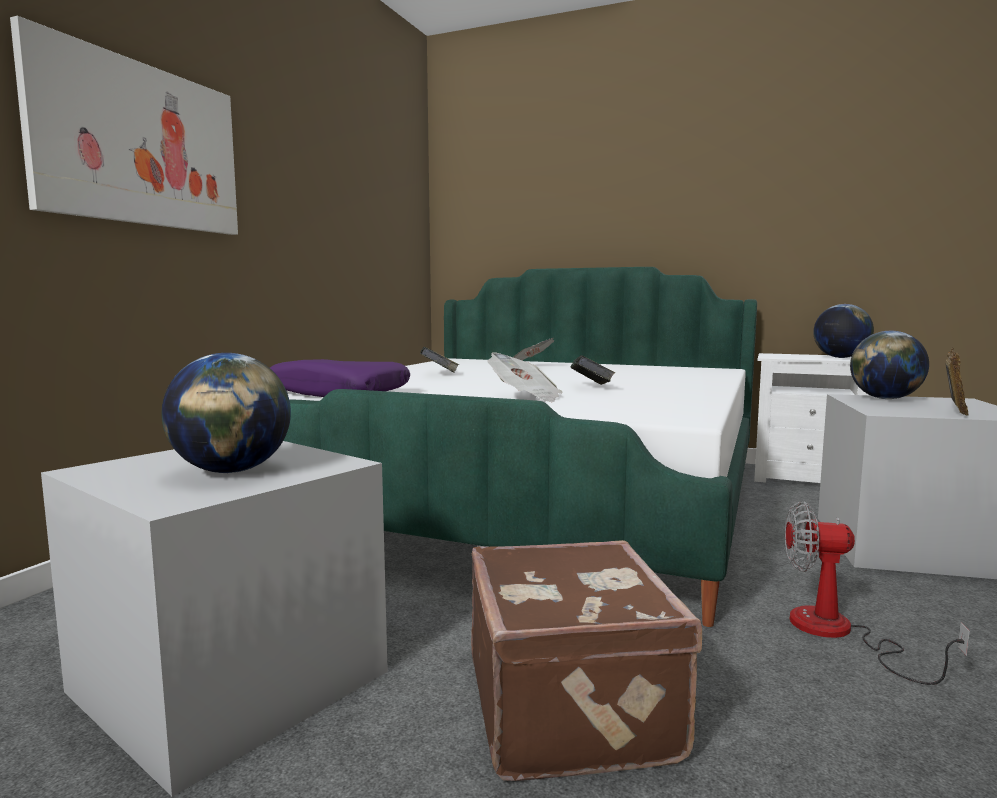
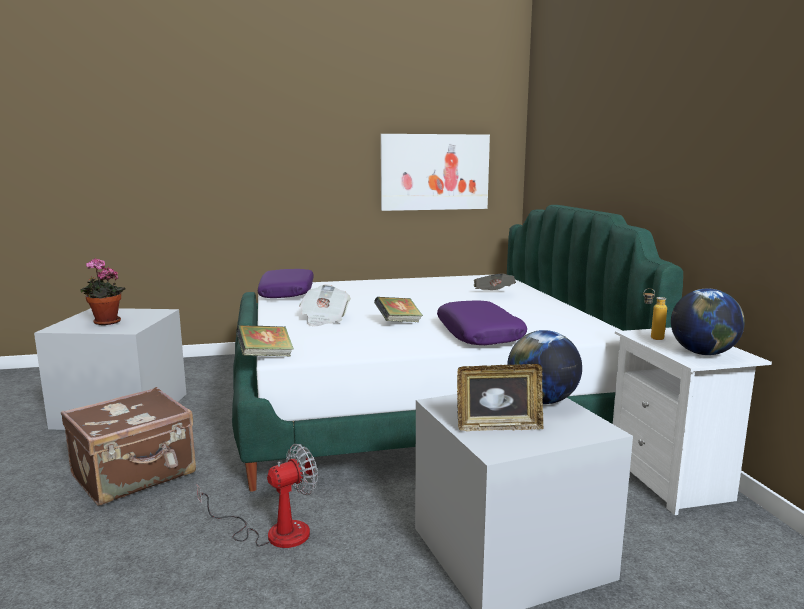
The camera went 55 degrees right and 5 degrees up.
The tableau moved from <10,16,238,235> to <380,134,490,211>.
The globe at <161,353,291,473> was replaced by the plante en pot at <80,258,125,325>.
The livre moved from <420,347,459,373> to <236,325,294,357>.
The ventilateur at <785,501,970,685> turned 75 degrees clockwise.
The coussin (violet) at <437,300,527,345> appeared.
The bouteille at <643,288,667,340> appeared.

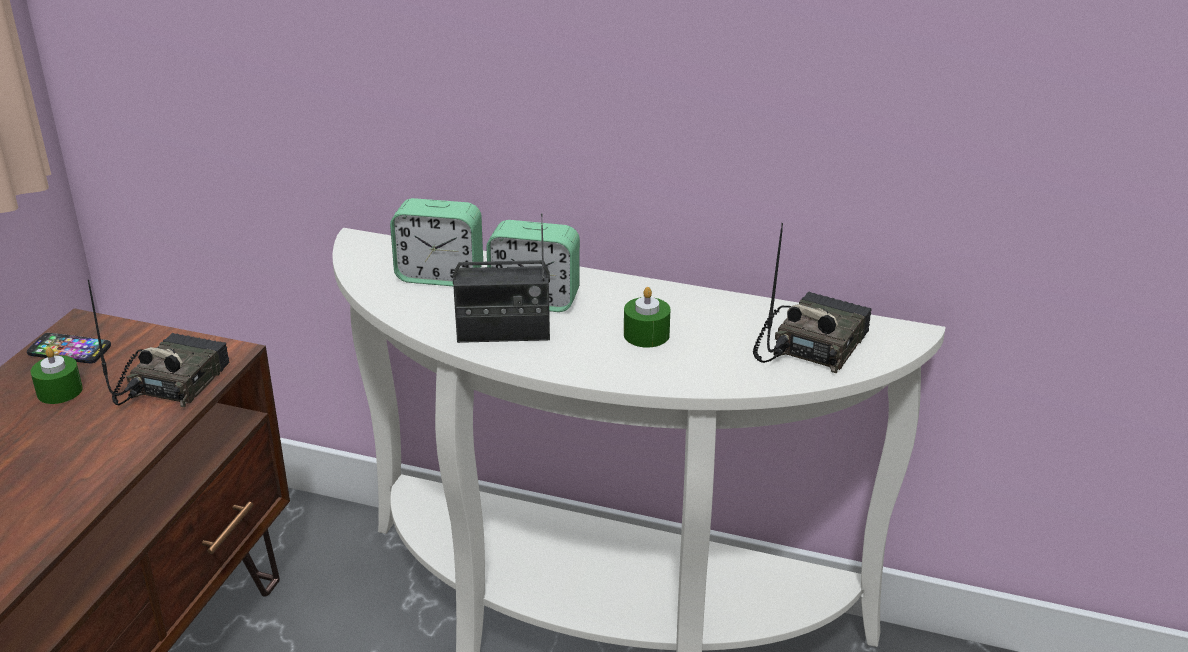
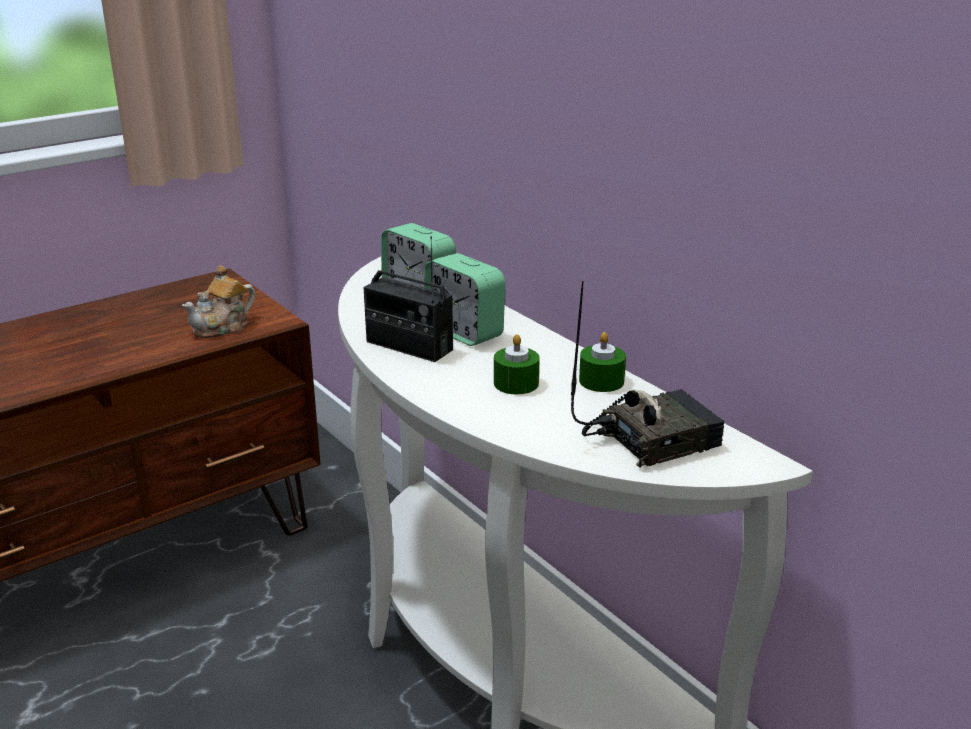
The camera went 35 degrees right and 5 degrees down.
The téléphone at <27,333,111,363> disappeared.
The bougie (vert) moved from <30,347,83,404> to <579,332,626,392>.
The radio at <88,279,230,407> was replaced by the théière at <182,265,255,338>.

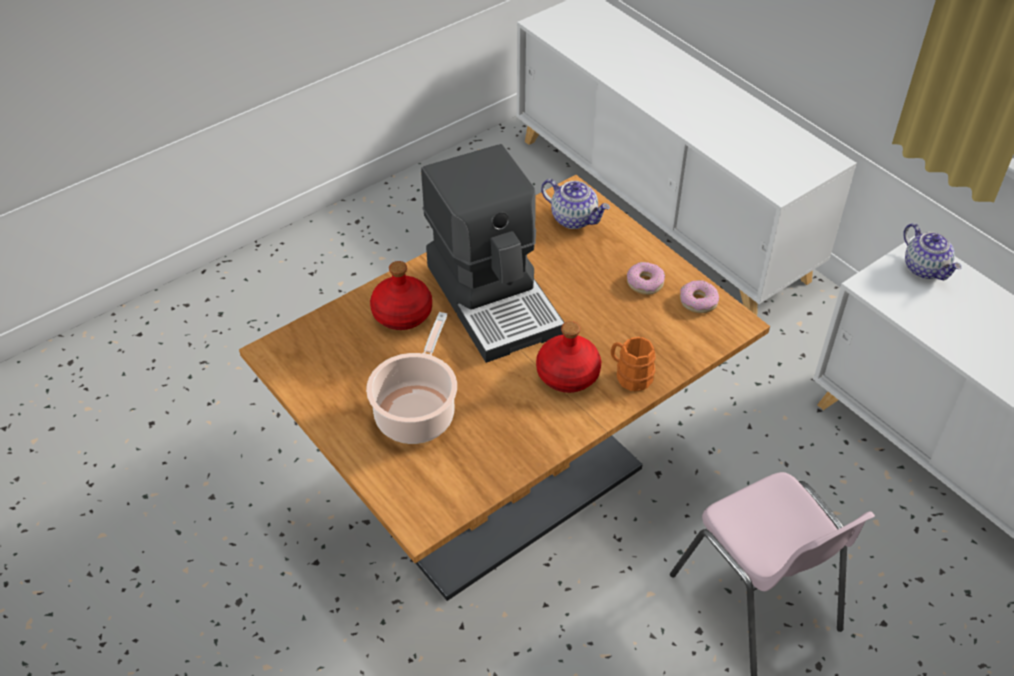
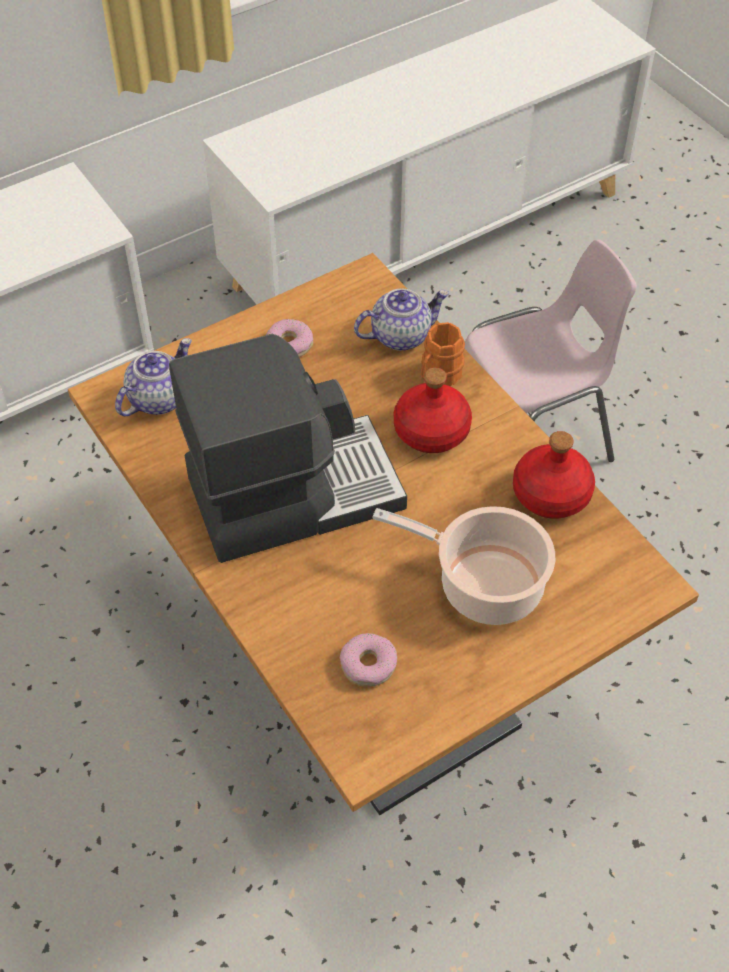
The camera went 85 degrees left and 5 degrees up.
The bouteille (rouge) moved from <370,261,432,330> to <513,431,595,519>.
The beignet moved from <680,280,719,313> to <340,633,397,687>.
The théière moved from <903,223,962,280> to <354,288,449,351>.

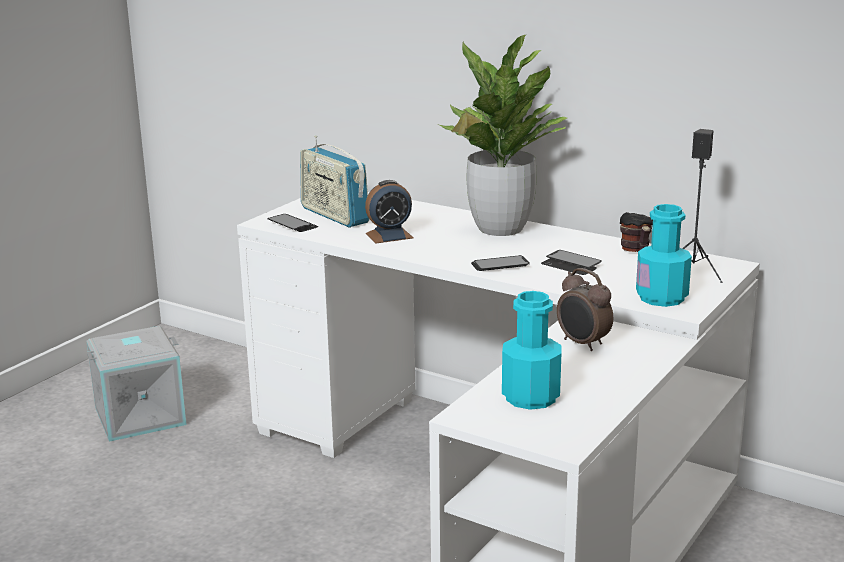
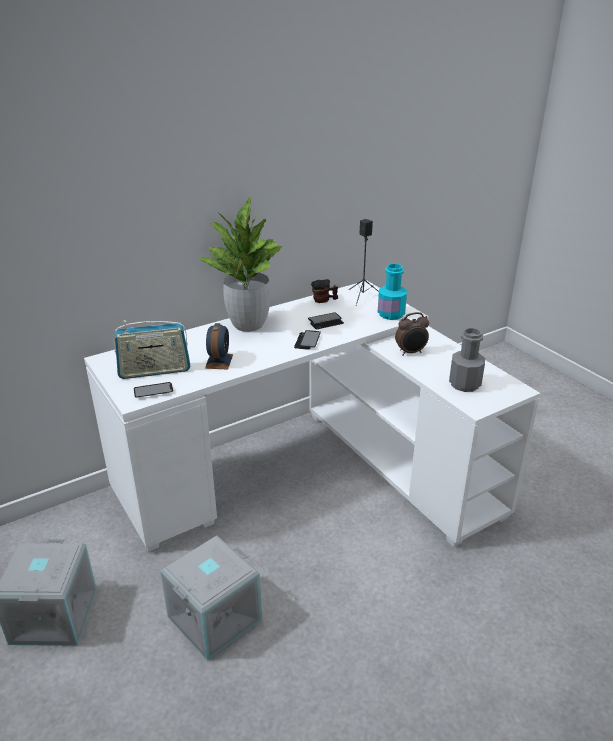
The camera went 65 degrees left and 10 degrees up.
The bouteille (turquoise) at <502,291,561,410> became the bouteille (gris) at <449,328,485,392>.
The boîte de rangement (gris) at <160,535,262,660> appeared.

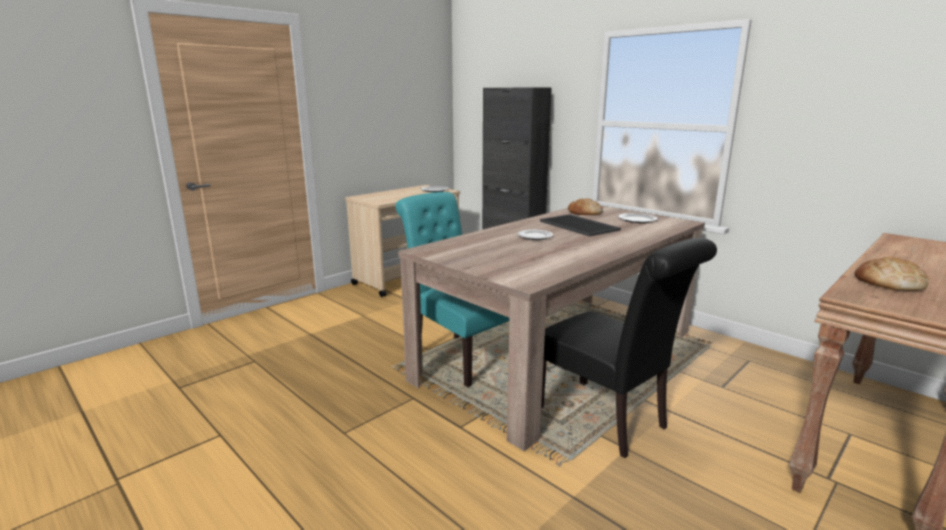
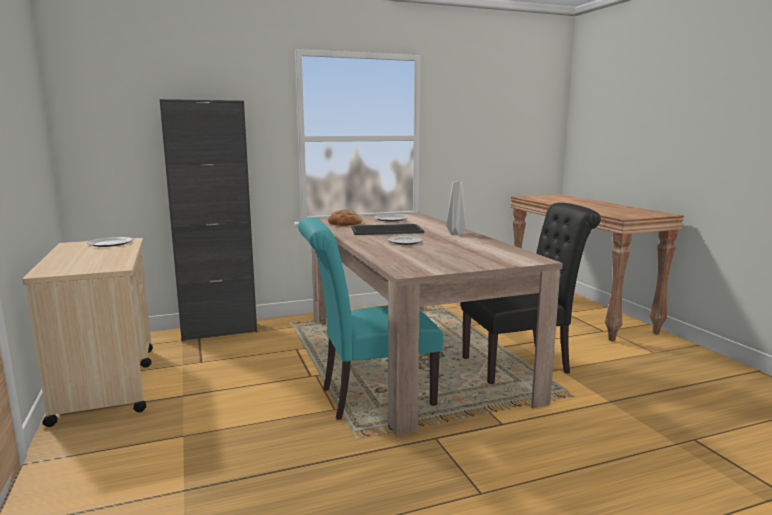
The camera went 65 degrees left and 5 degrees down.
The pain at <854,257,929,291> disappeared.
The vase (gris) at <446,182,466,235> appeared.

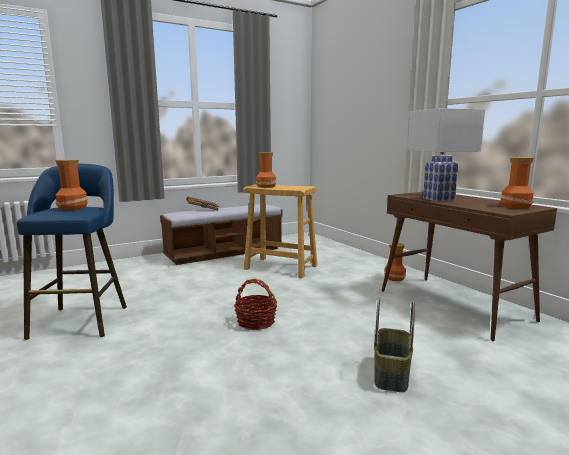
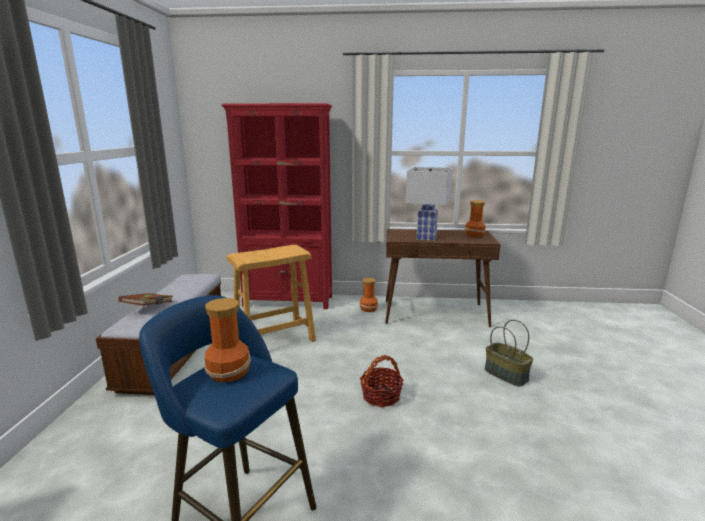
The camera went 55 degrees left and 5 degrees up.
The vase at <256,152,277,188> disappeared.
The bibliothèque (rouge) at <222,103,332,309> appeared.

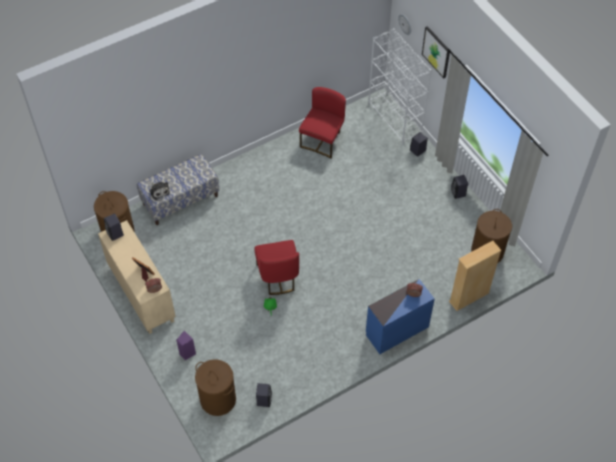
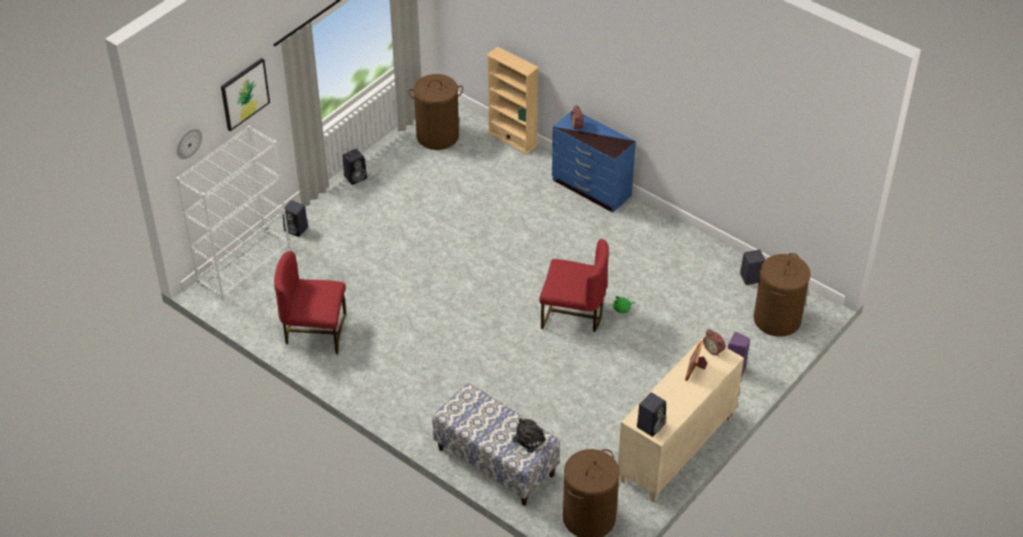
The camera went 110 degrees left and 10 degrees down.
The chaise (rouge) at <254,240,299,295> turned 45 degrees clockwise.

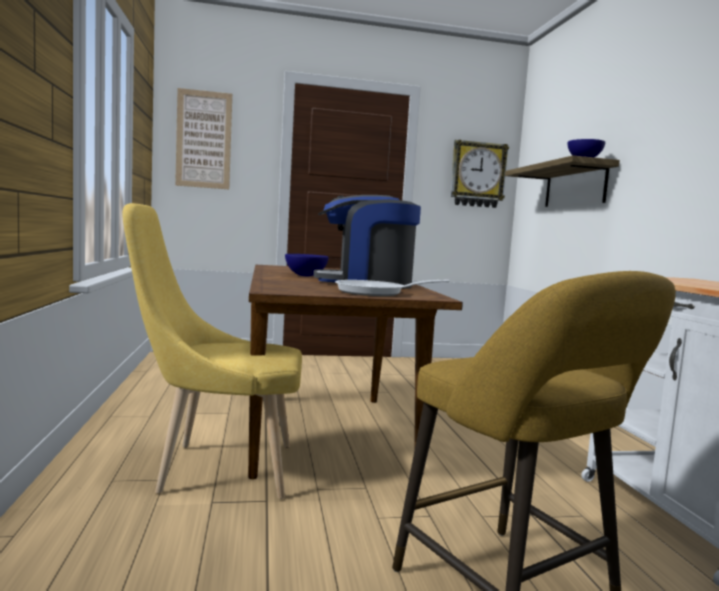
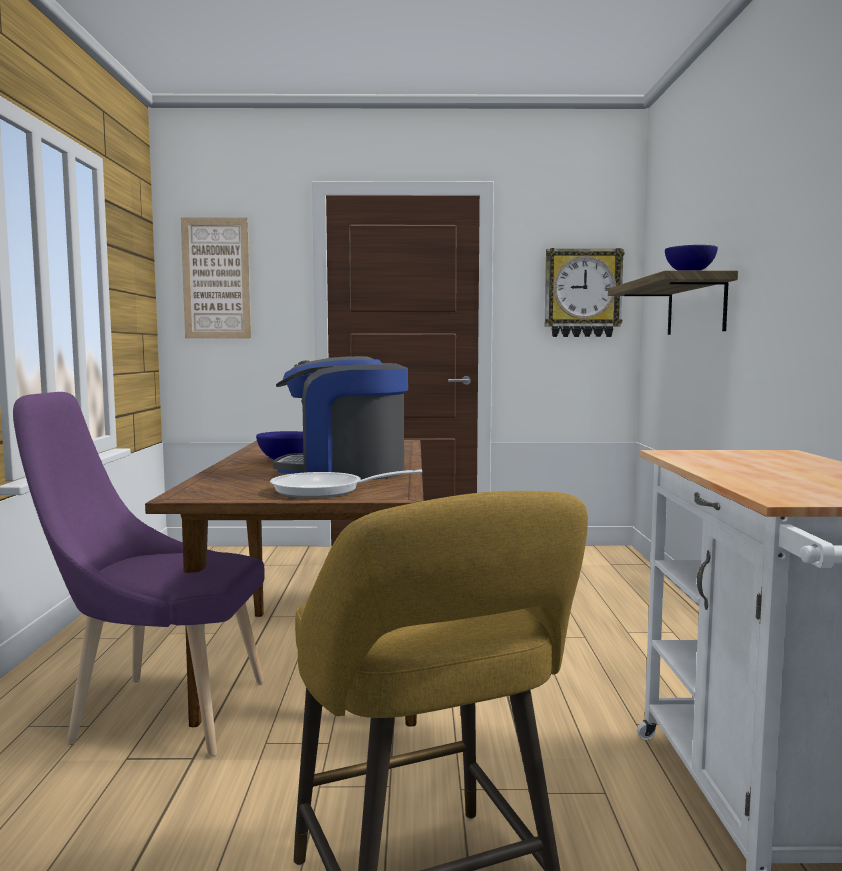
The camera went 10 degrees right and 0 degrees up.
The chaise (jaune) at <123,203,302,499> became the chaise (violet) at <13,392,265,756>.

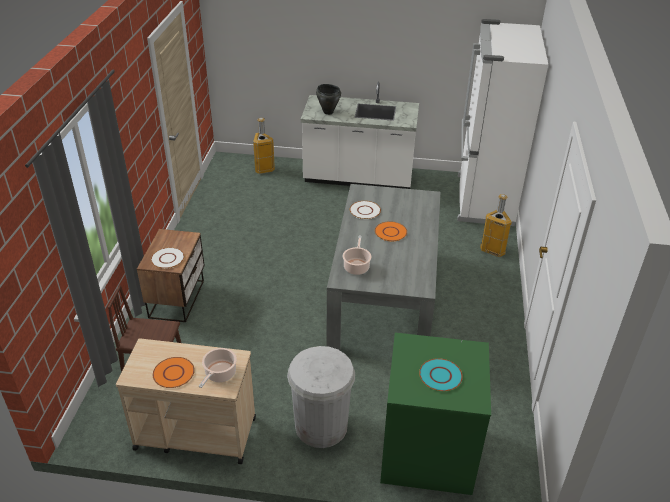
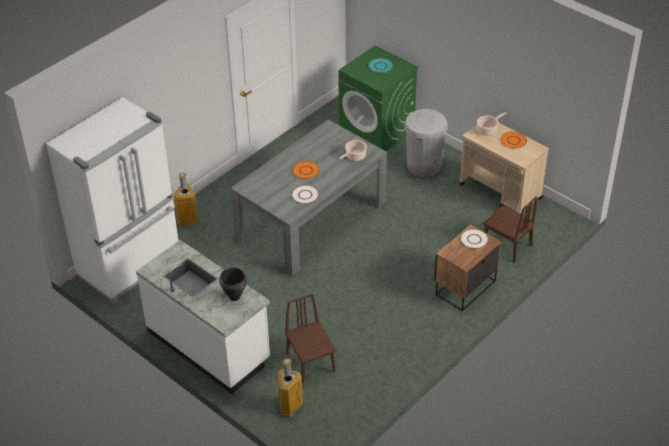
The camera went 145 degrees left and 5 degrees up.
The chaise (marron) at <285,293,336,383> appeared.

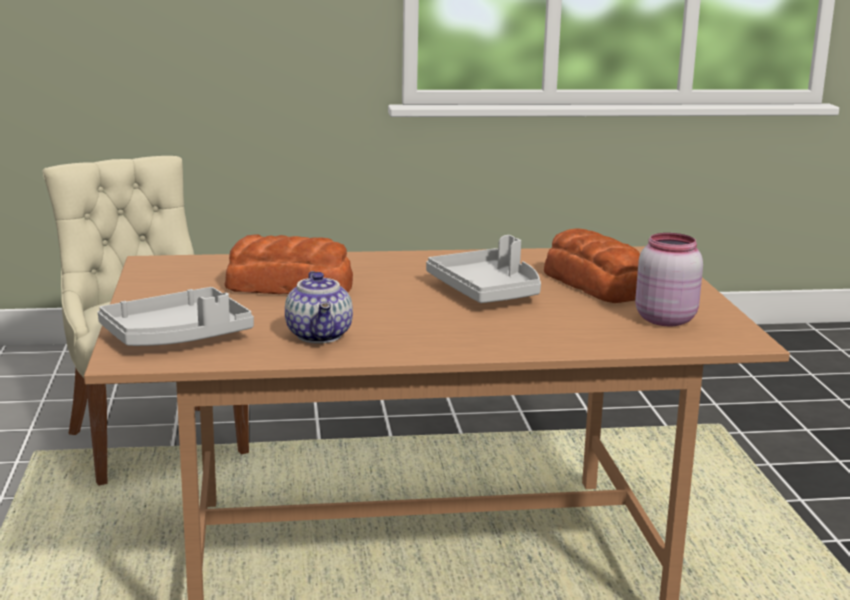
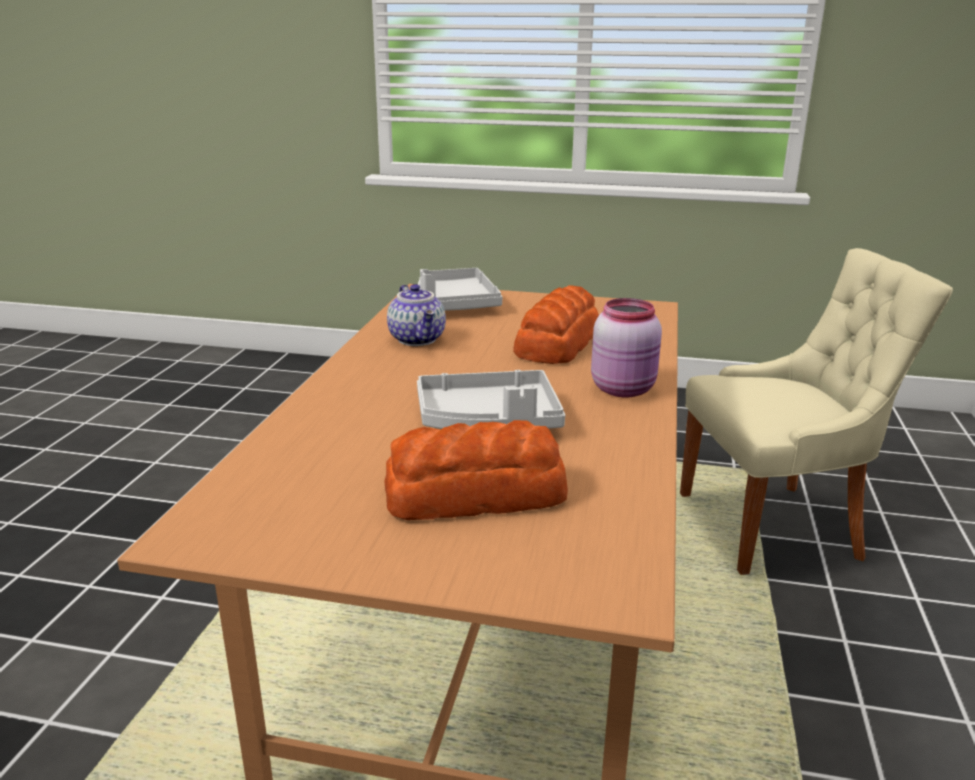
The camera went 110 degrees right and 5 degrees up.
The théière at <285,271,353,344> turned 120 degrees counterclockwise.
The bocal (rose) moved from <635,233,703,326> to <591,298,662,397>.

